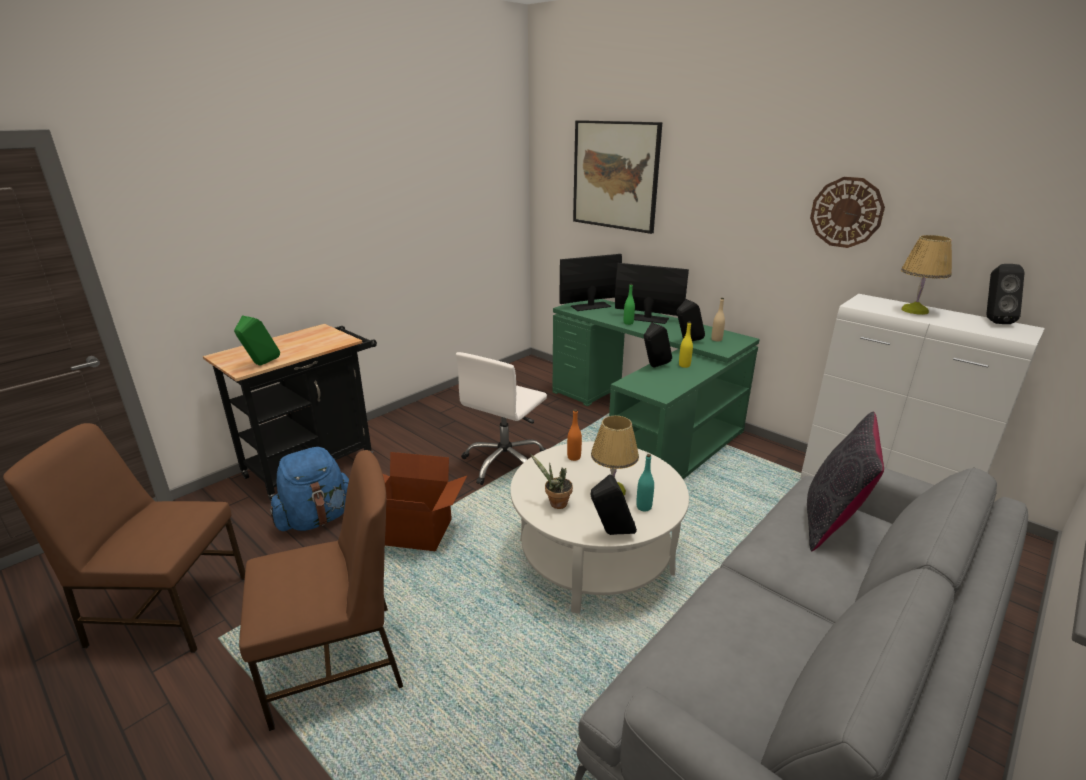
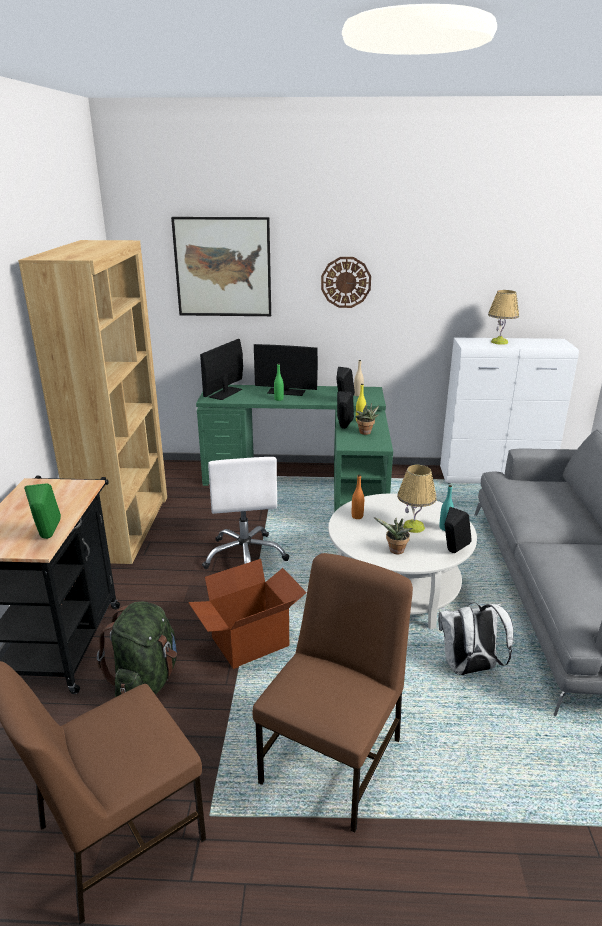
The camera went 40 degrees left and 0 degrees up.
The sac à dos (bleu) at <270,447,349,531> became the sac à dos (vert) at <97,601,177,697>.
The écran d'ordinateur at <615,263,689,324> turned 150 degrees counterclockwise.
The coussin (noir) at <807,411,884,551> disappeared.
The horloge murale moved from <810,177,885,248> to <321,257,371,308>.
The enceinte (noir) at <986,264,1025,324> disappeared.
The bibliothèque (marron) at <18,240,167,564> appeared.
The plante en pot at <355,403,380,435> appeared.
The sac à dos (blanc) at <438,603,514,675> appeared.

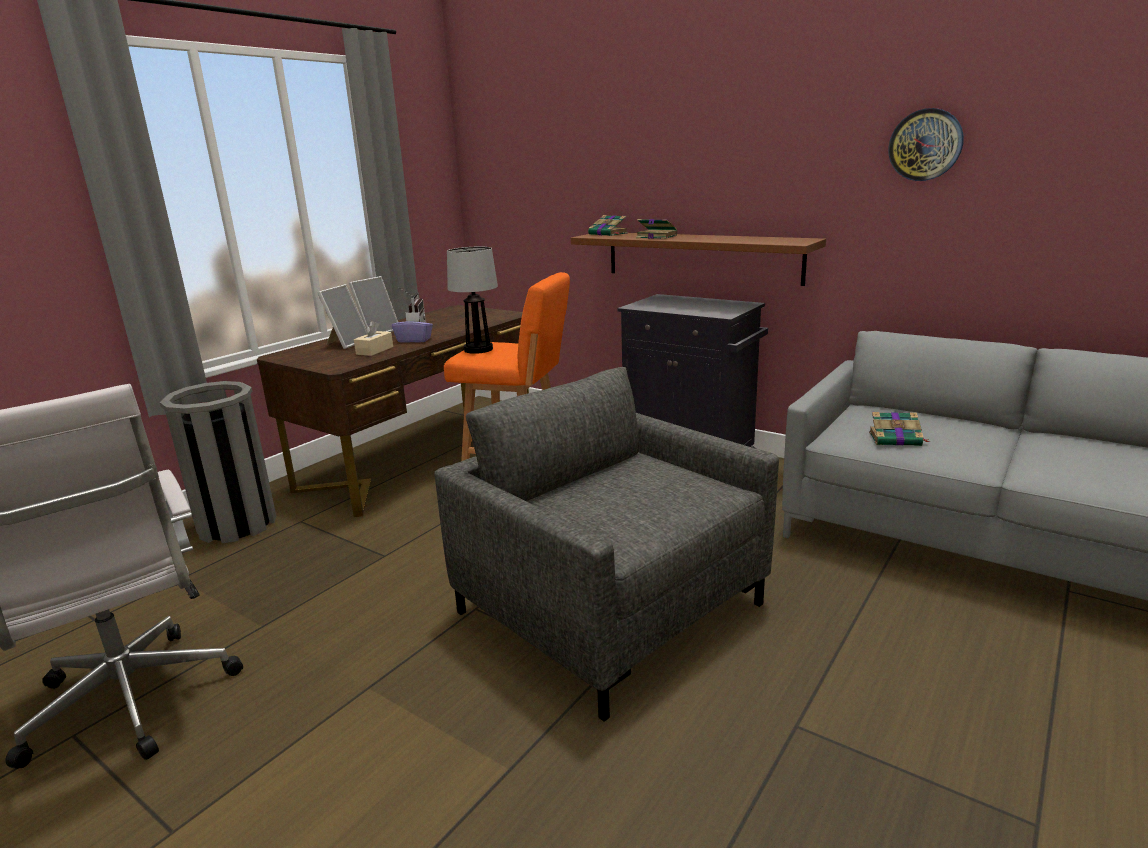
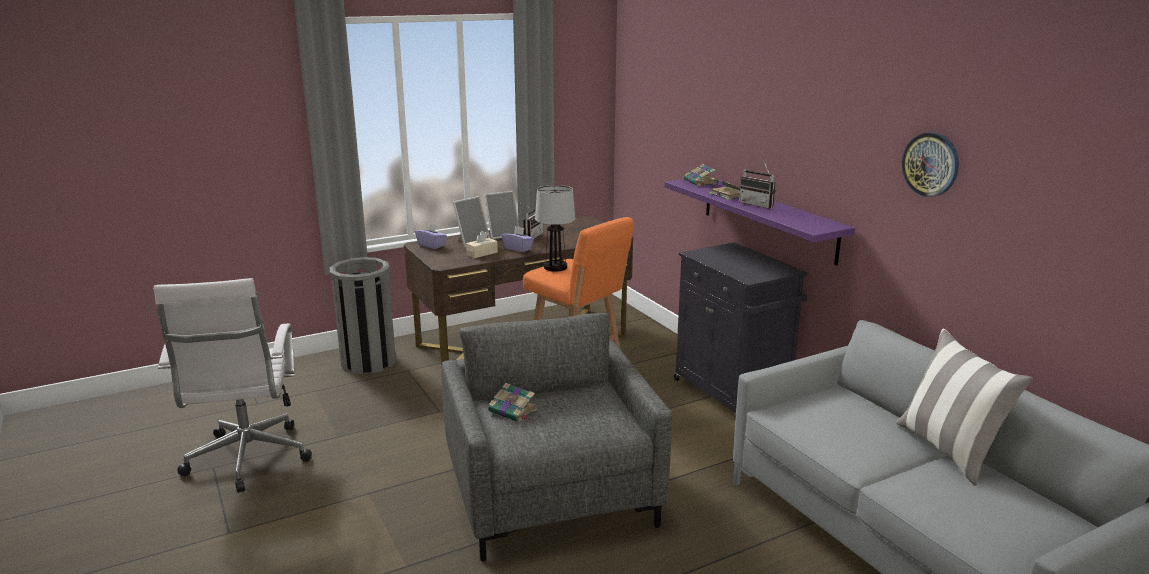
The camera went 25 degrees right and 0 degrees up.
The étagère (marron) at <571,233,826,286> became the étagère (violet) at <665,179,855,266>.
The livre moved from <869,412,930,446> to <488,383,537,422>.
The boîte à mouchoirs (violet) at <415,223,447,249> appeared.
The radio at <739,162,776,209> appeared.
The coussin at <896,329,1032,486> appeared.

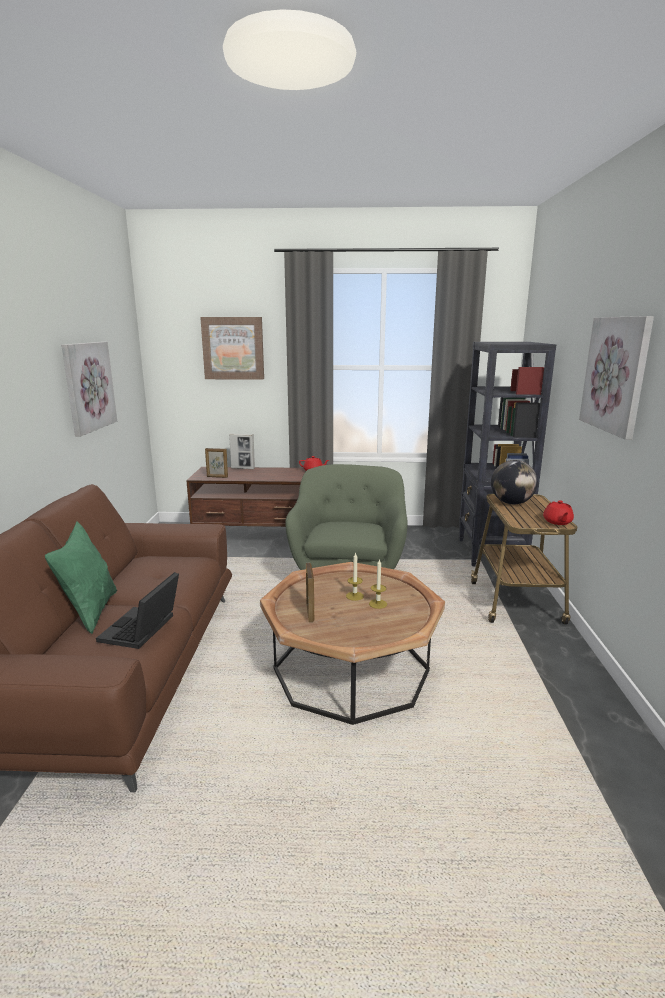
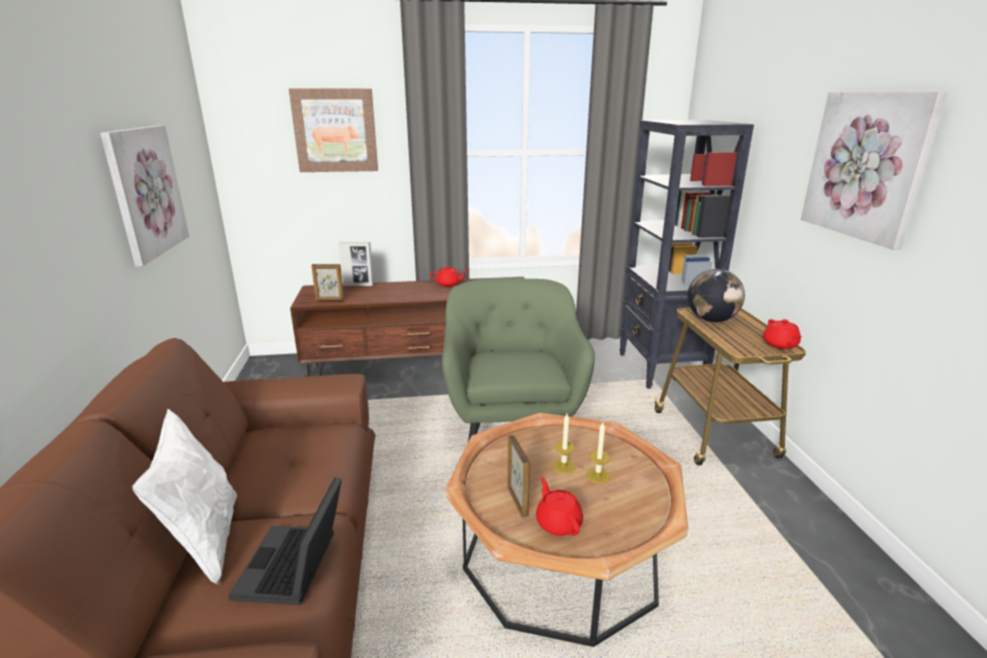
The camera went 10 degrees left and 5 degrees up.
The coussin (vert) at <45,522,117,634> became the coussin (blanc) at <132,409,237,585>.
The théière (rouge) at <536,477,583,536> appeared.

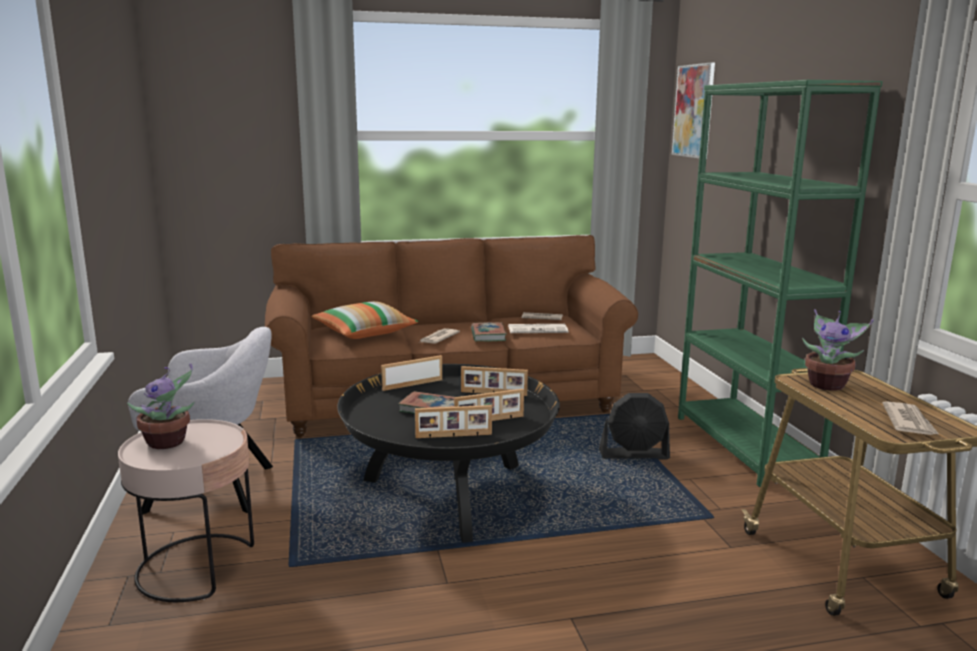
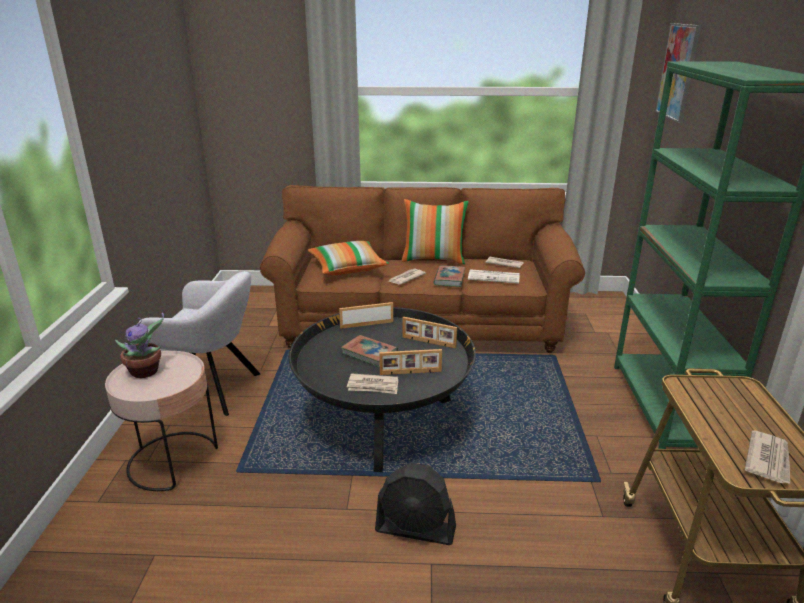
The camera went 15 degrees right and 10 degrees up.
The cadre photo at <415,405,492,438> was replaced by the journal at <347,373,398,394>.
The ventilateur (noir) moved from <599,393,670,460> to <375,463,456,545>.
The plante en pot at <802,309,874,391> disappeared.
The coussin at <402,199,469,264> appeared.

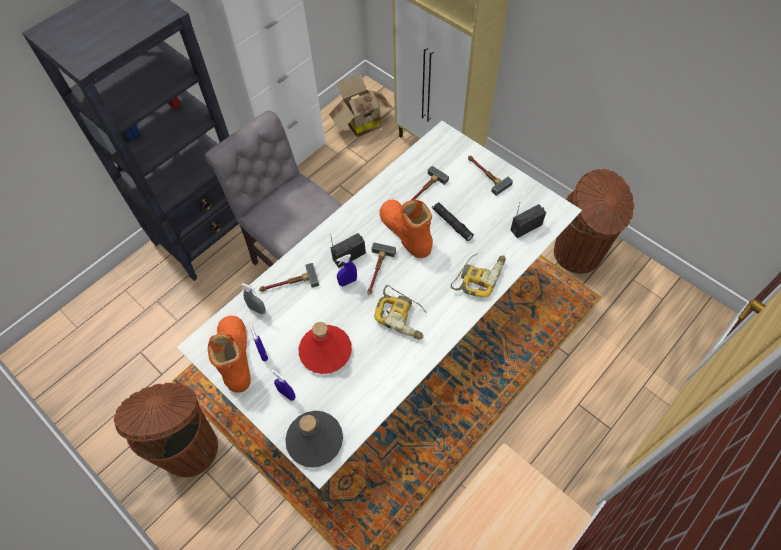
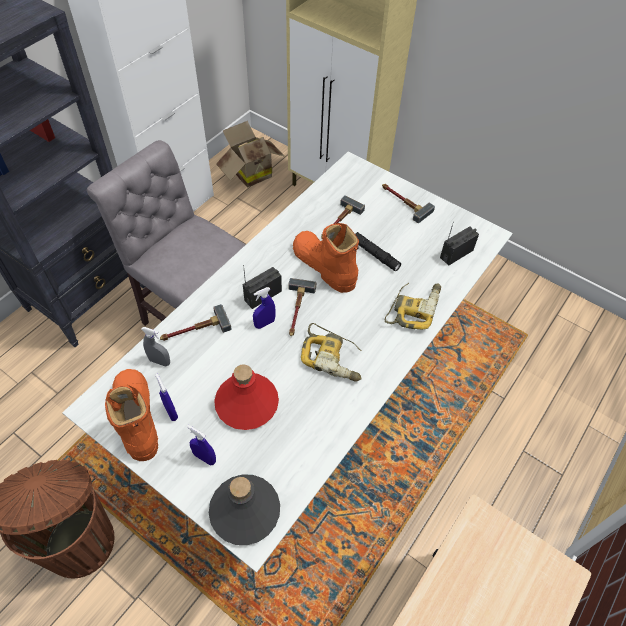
The camera went 10 degrees left and 5 degrees down.
The poubelle (marron) at <554,169,634,273> disappeared.

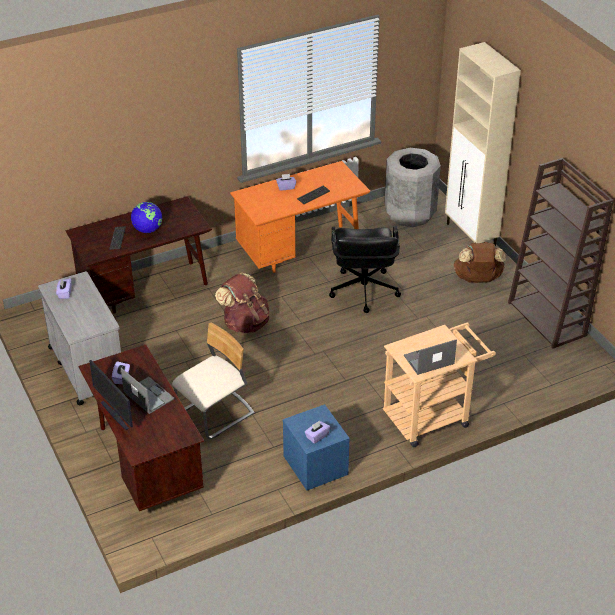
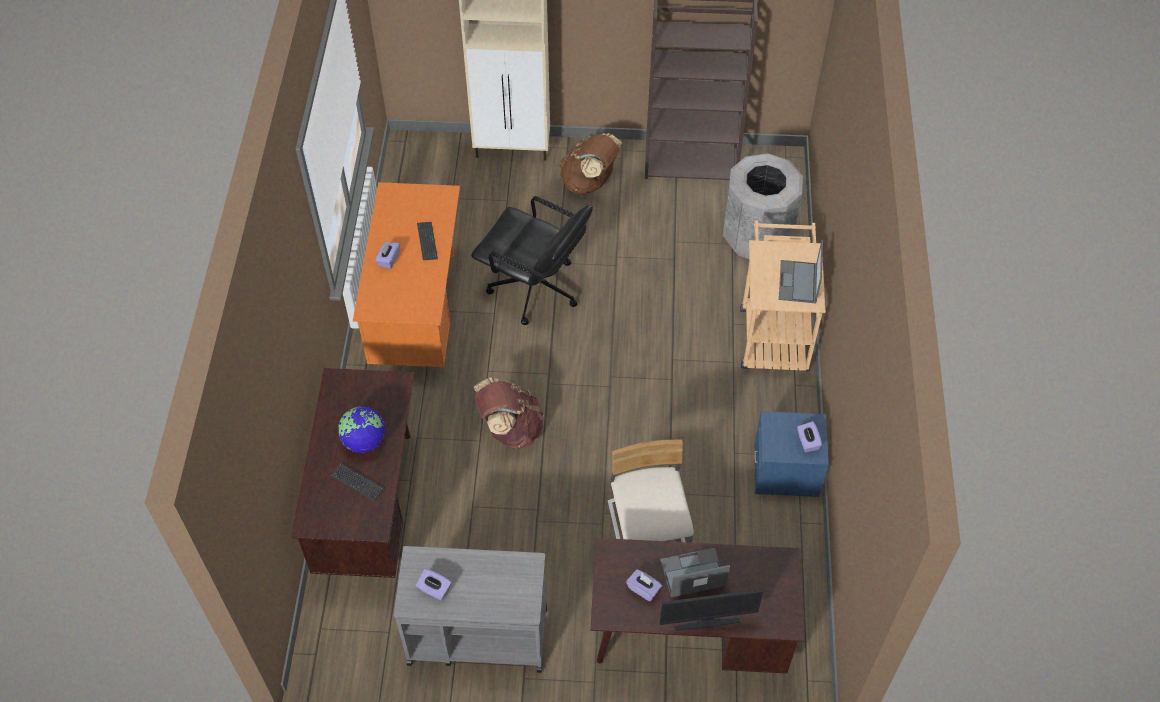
The camera went 60 degrees left and 15 degrees up.
The poubelle (gris) moved from <385,148,441,227> to <723,153,803,259>.

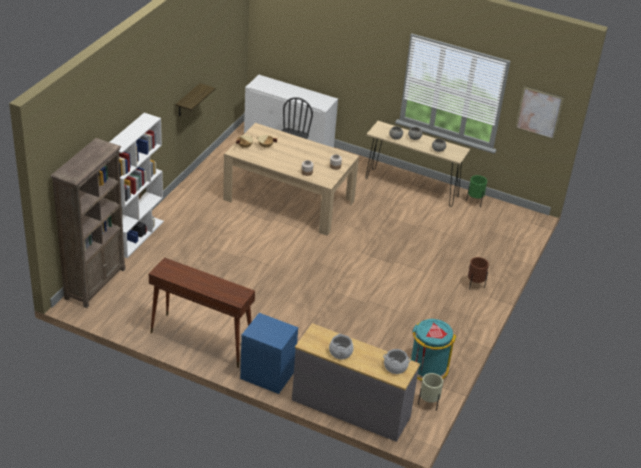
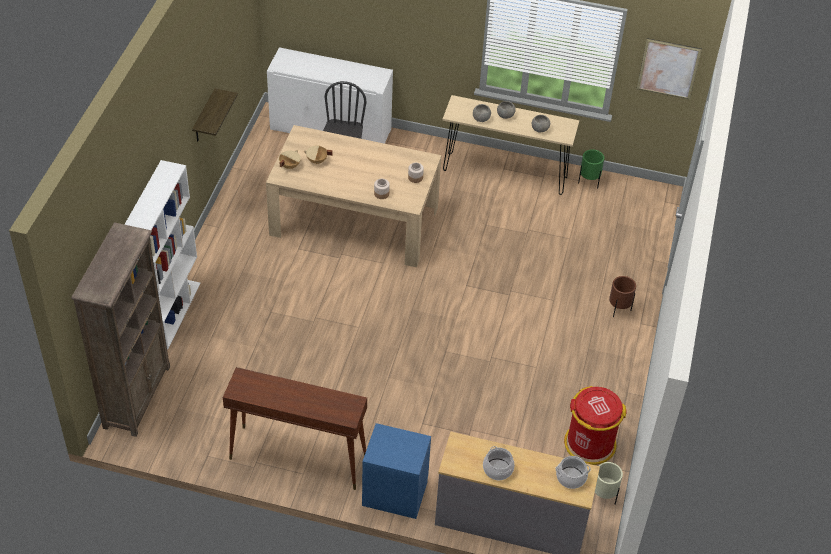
The camera went 10 degrees left and 10 degrees up.
The poubelle (turquoise) at <410,319,456,381> became the poubelle (rouge) at <564,386,627,465>.

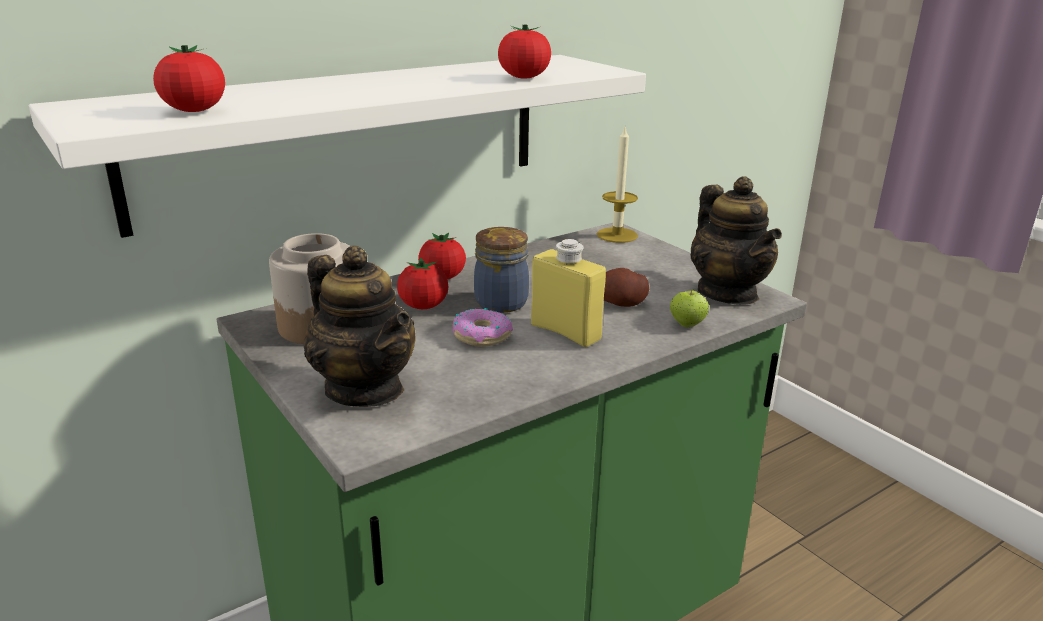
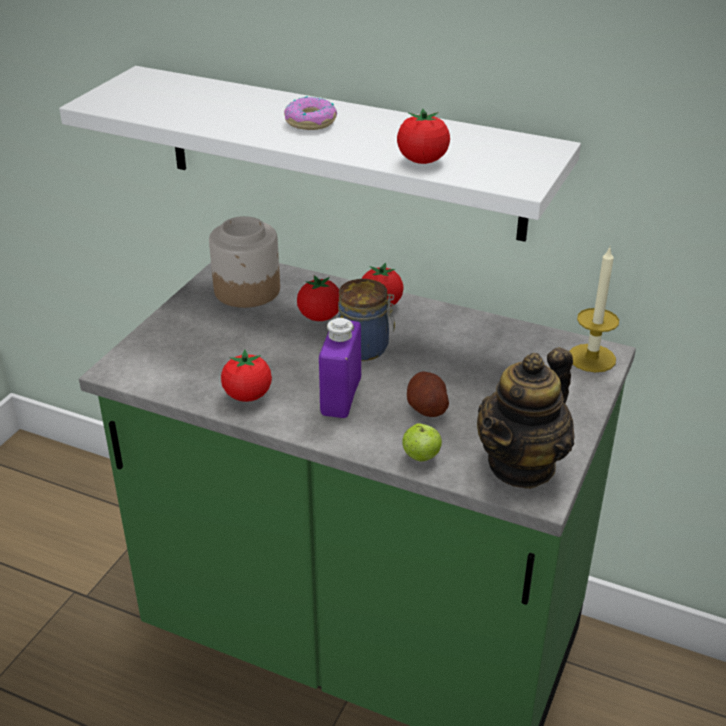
The camera went 60 degrees right and 10 degrees up.
The tomate moved from <153,45,225,112> to <221,349,272,402>.
The théière at <304,246,416,407> disappeared.
The beignet moved from <453,308,513,347> to <284,96,337,130>.
The bouteille (jaune) at <531,239,606,347> became the bouteille (violet) at <319,318,361,418>.

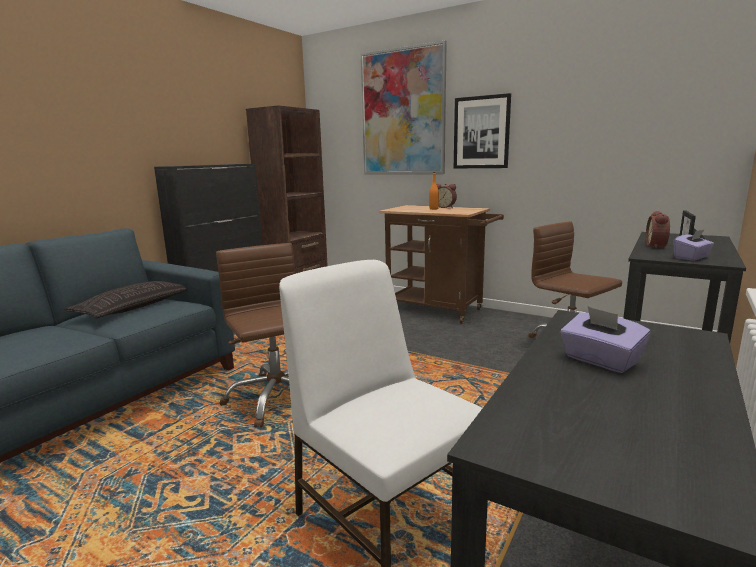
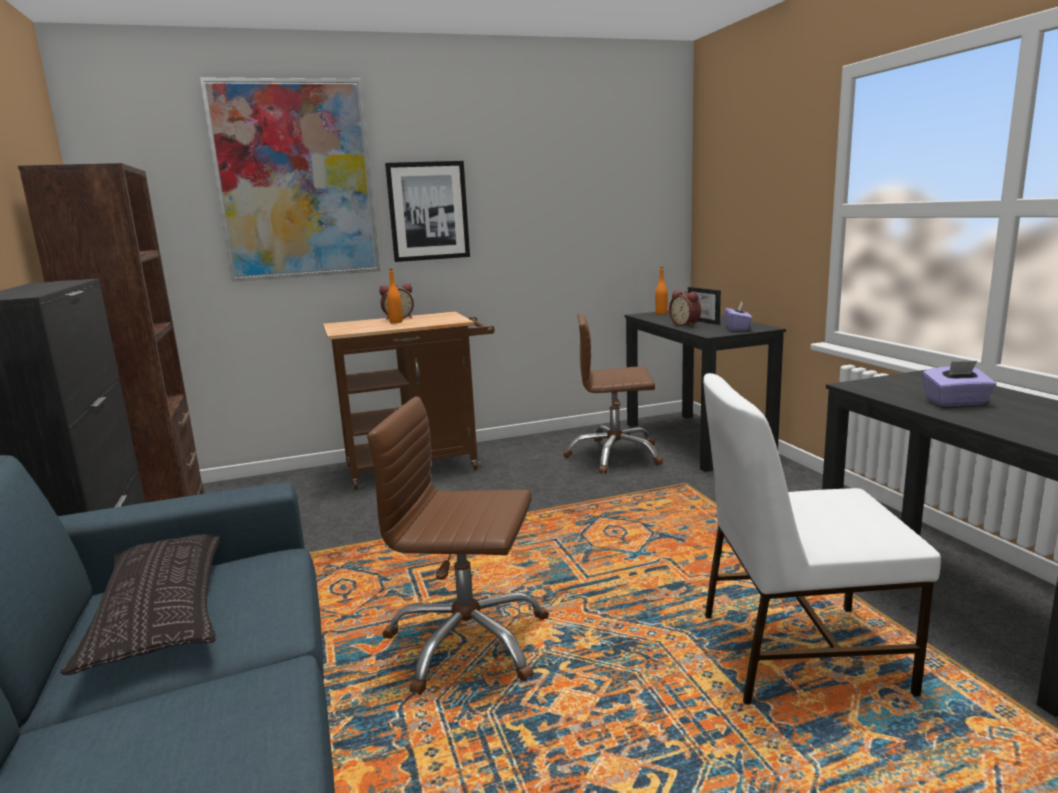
The camera went 50 degrees left and 0 degrees up.
The bouteille (orange) at <655,267,668,315> appeared.

